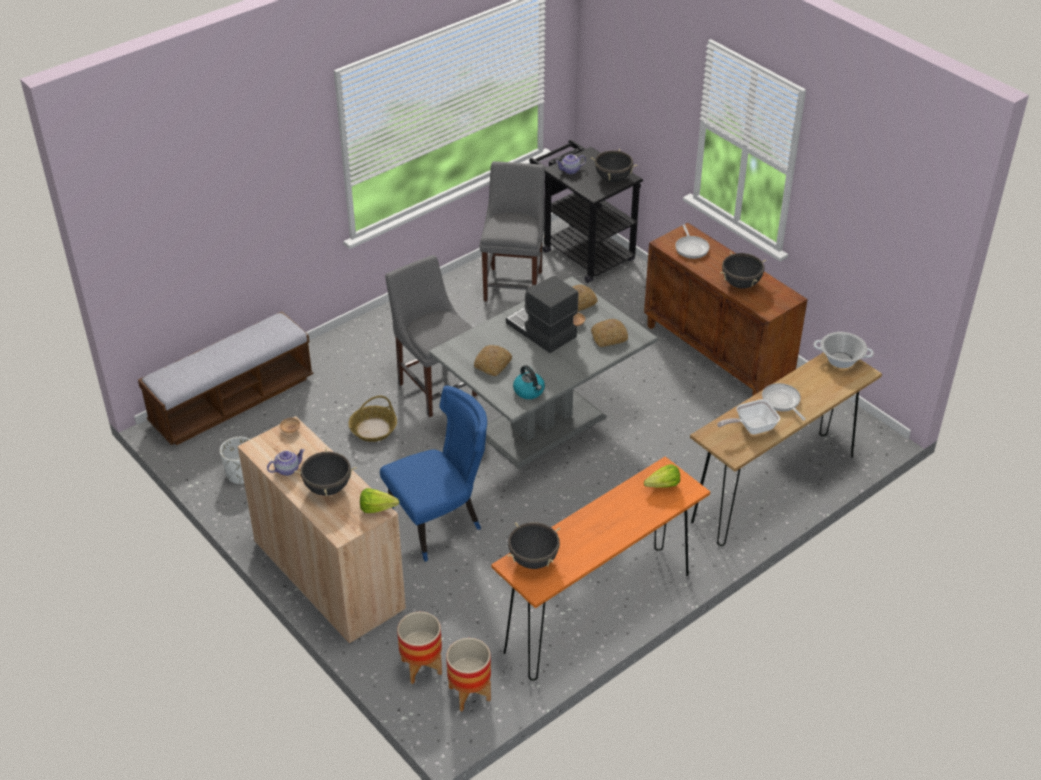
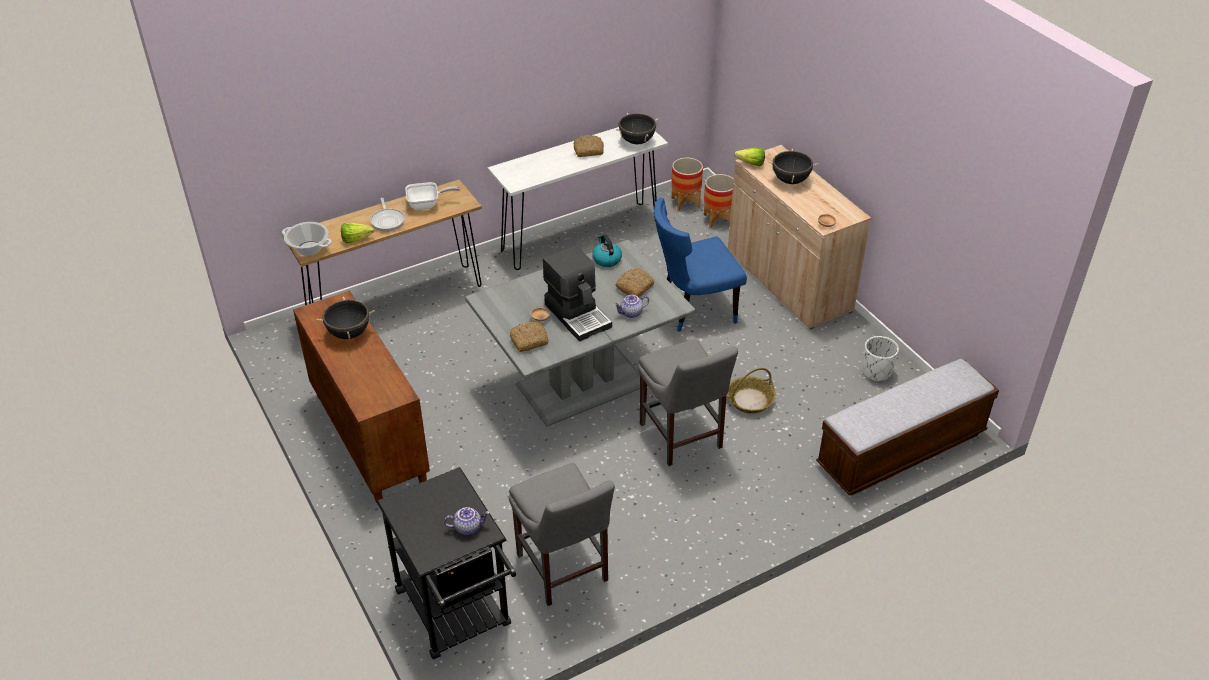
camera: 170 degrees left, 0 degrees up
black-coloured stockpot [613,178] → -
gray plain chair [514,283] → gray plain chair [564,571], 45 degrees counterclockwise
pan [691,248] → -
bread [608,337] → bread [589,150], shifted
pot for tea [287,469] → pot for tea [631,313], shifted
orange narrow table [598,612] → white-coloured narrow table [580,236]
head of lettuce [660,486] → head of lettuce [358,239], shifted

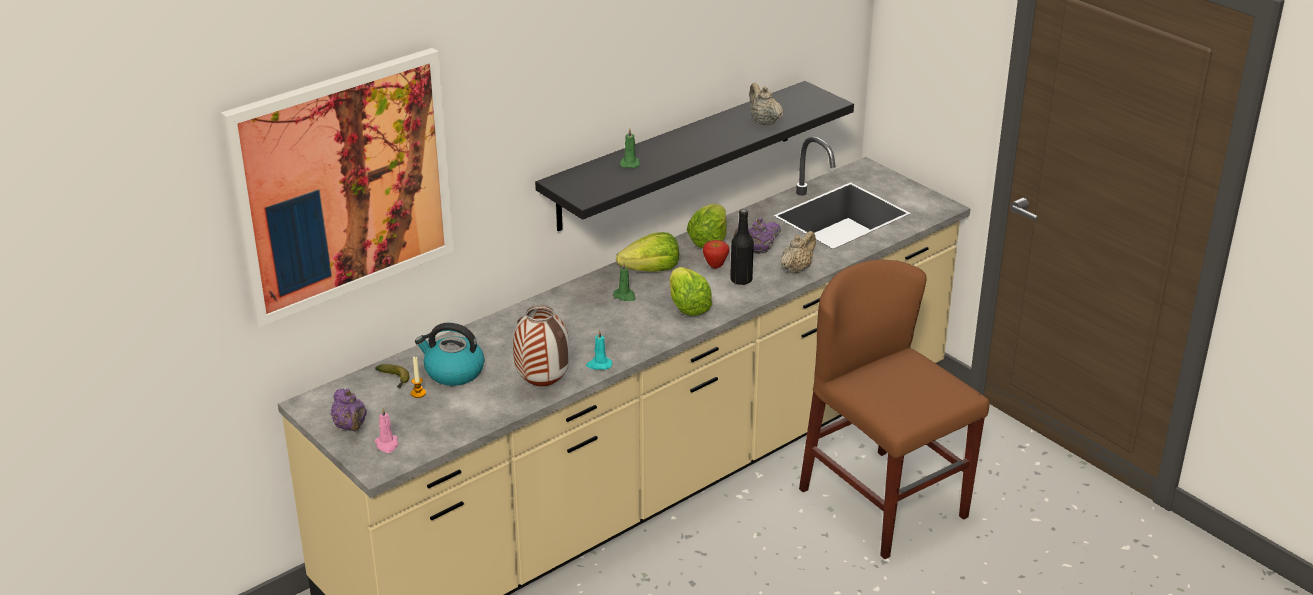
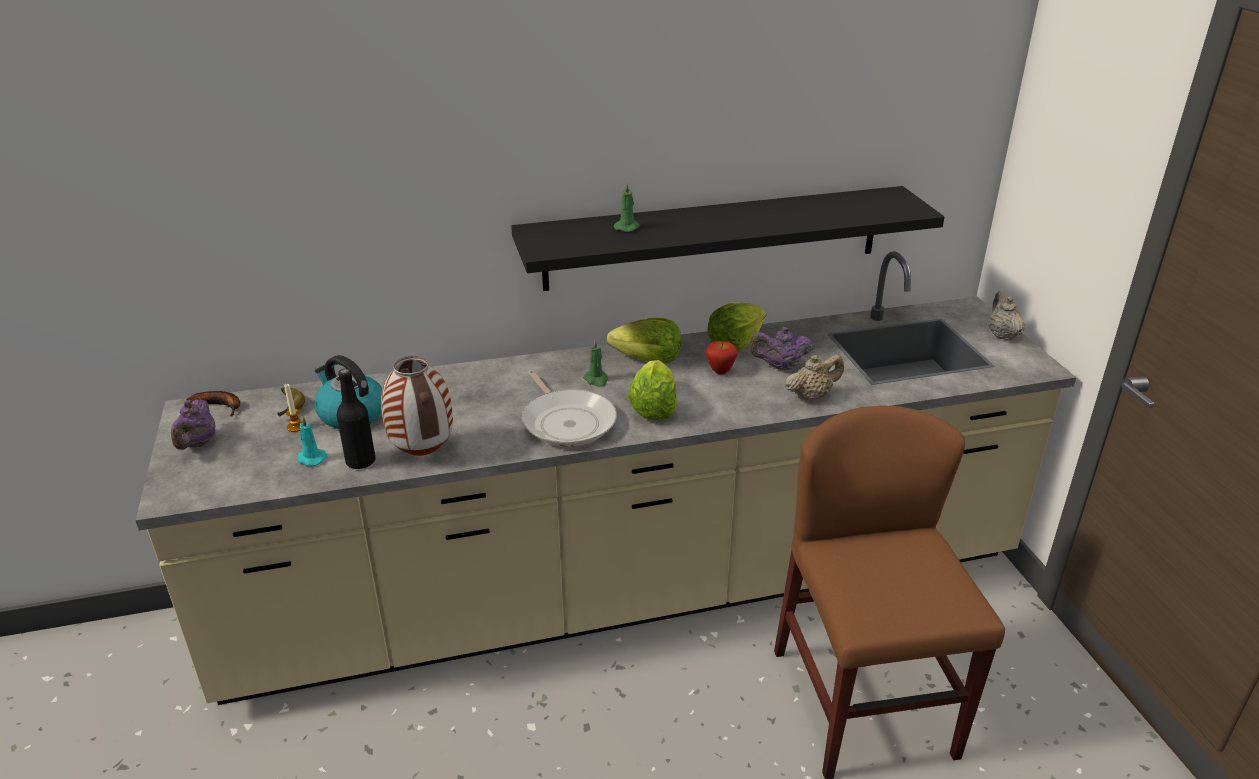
camera: 25 degrees right, 0 degrees up
wall picture [343,184] → -
sand-coloured pot for tea [763,121] → sand-coloured pot for tea [1001,335], shifted
black-coloured drink bottle [741,280] → black-coloured drink bottle [360,461], shifted
turquoise wax candle [599,365] → turquoise wax candle [311,458], shifted
pinkish wax candle [387,445] → -
- → pan [567,421]
- → banana [221,405]

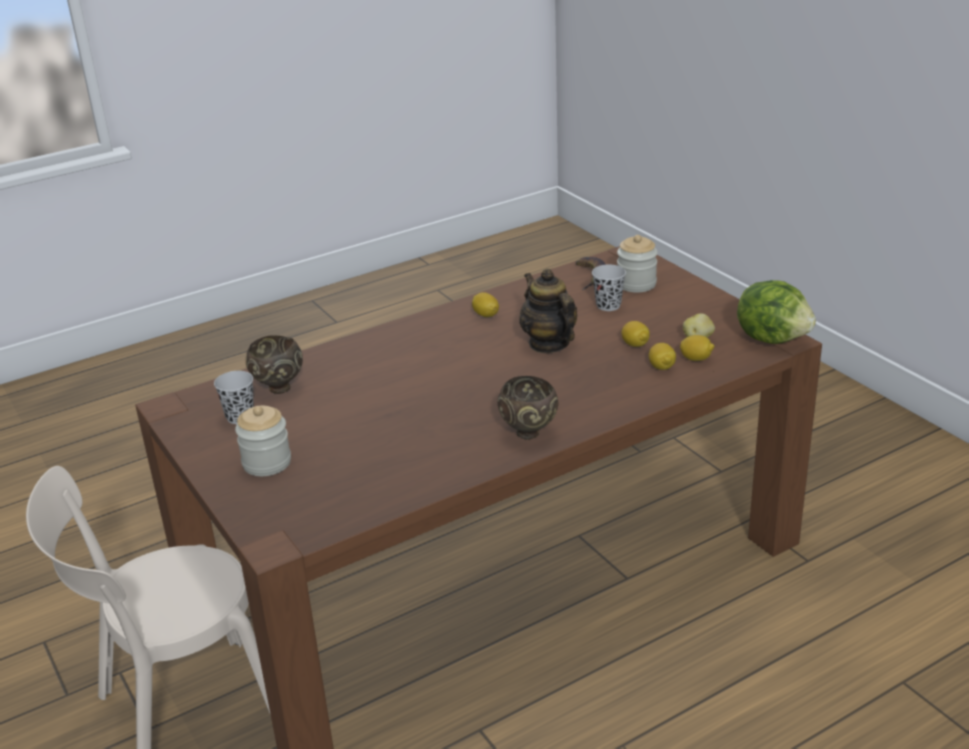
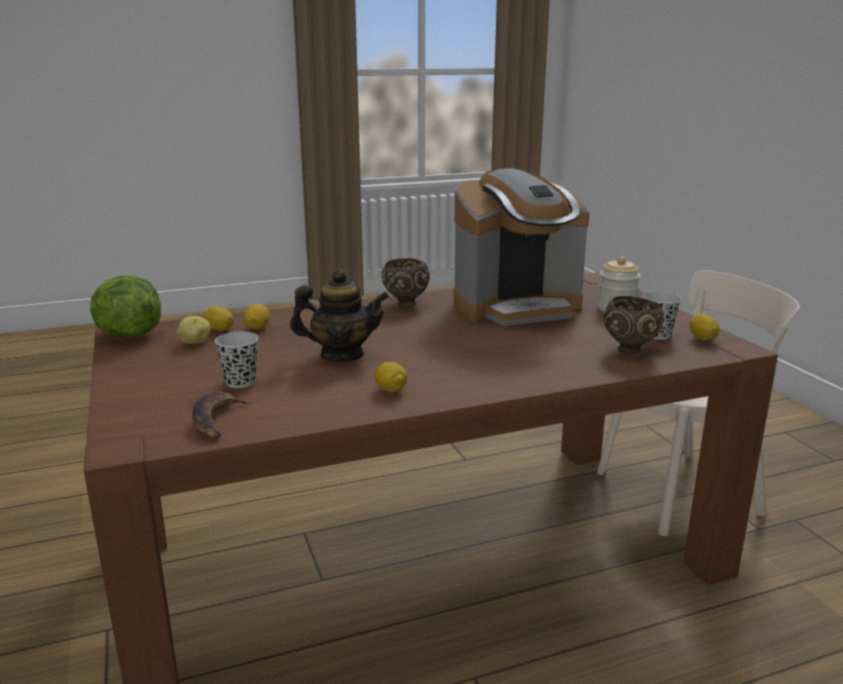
camera: 170 degrees left, 10 degrees down
jar [636,284] → -
pot for tea [548,343] → pot for tea [341,355], 75 degrees counterclockwise
lemon [635,344] → lemon [702,338], shifted
- → coffee maker [517,307]

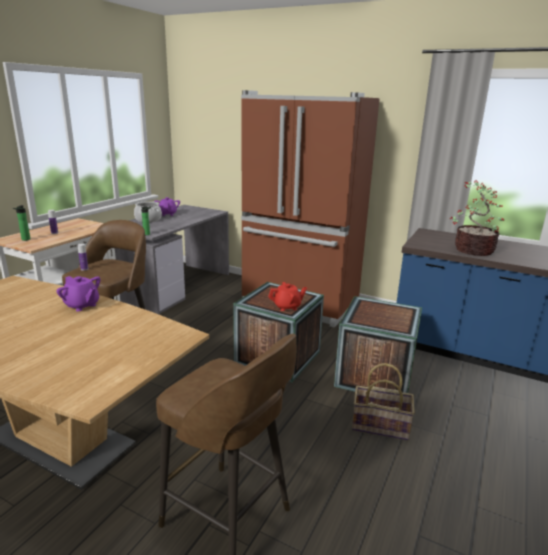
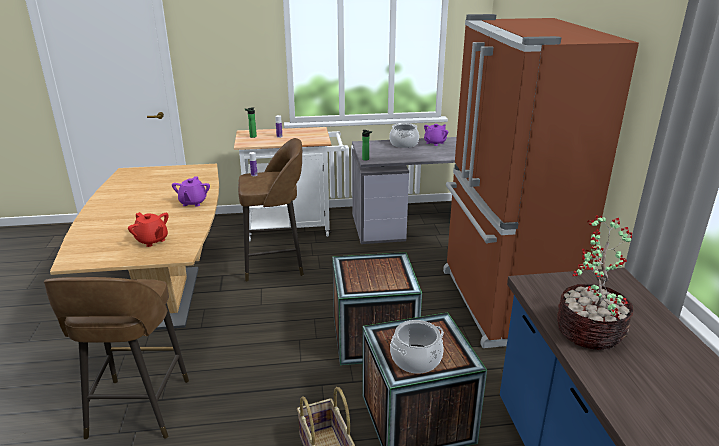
camera: 55 degrees right, 5 degrees up
red pot for tea [287,307] → red pot for tea [152,240], shifted
- → stockpot [415,359]

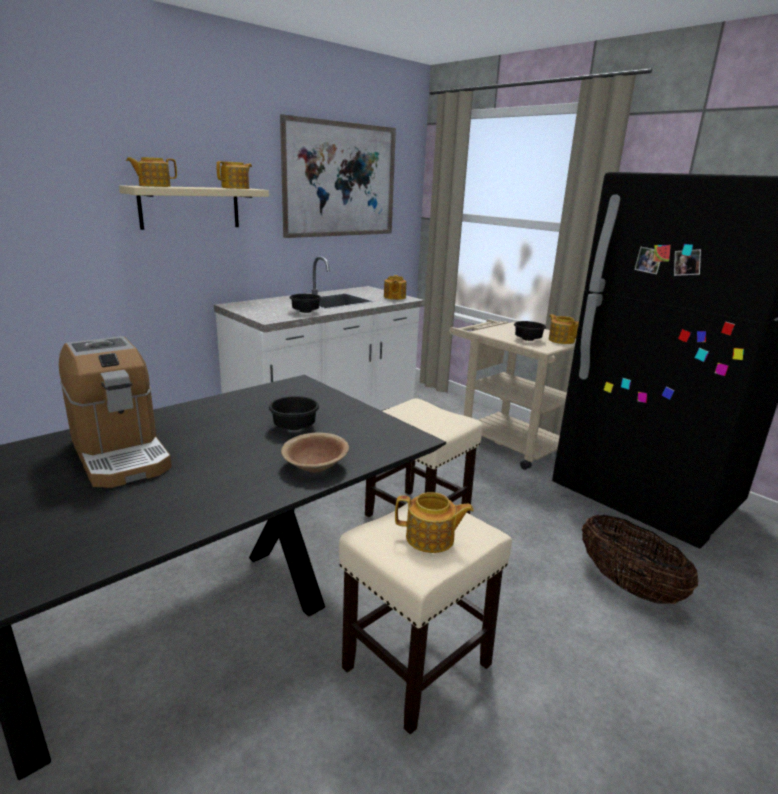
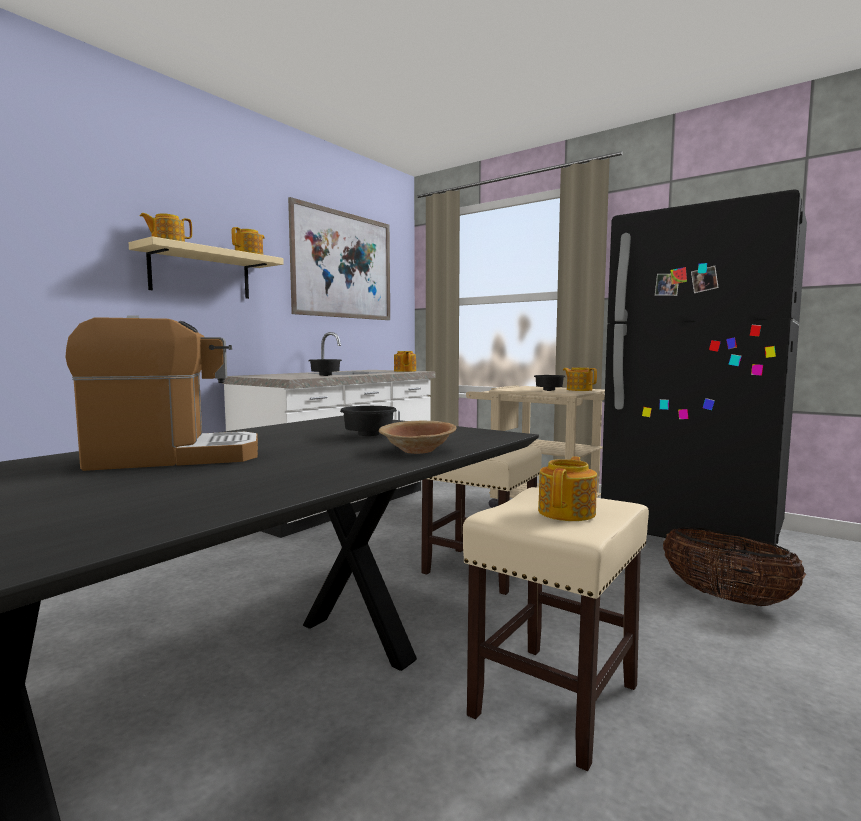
camera: 10 degrees left, 15 degrees down
coffee maker [120,454] → coffee maker [174,457], 60 degrees counterclockwise
pot for tea [431,538] → pot for tea [567,512], 60 degrees counterclockwise

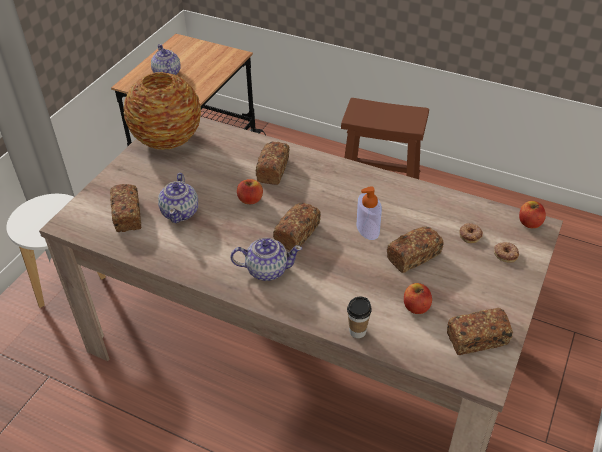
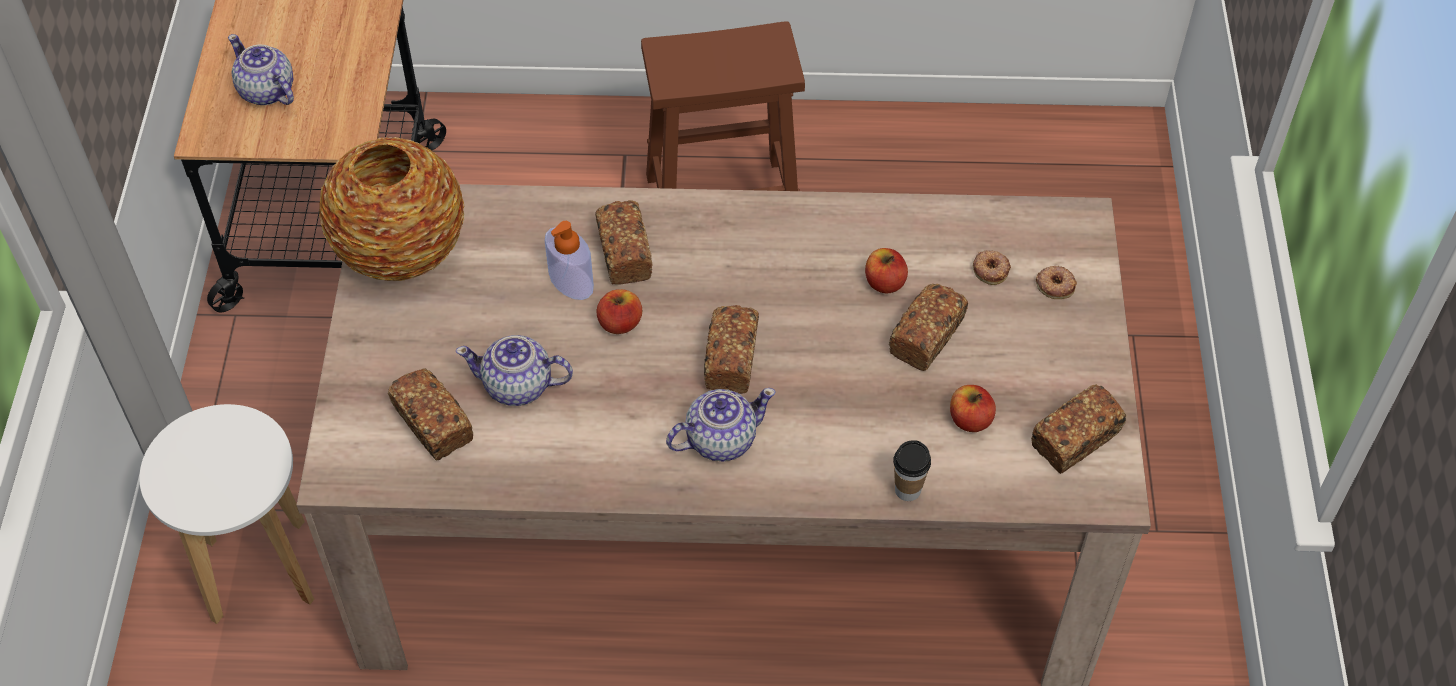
camera: 25 degrees left, 10 degrees up
pot for tea [180,212] → pot for tea [518,386], 120 degrees clockwise
soap dispenser [368,228] → soap dispenser [571,281], shifted
whole apple [529,223] → whole apple [884,282], shifted

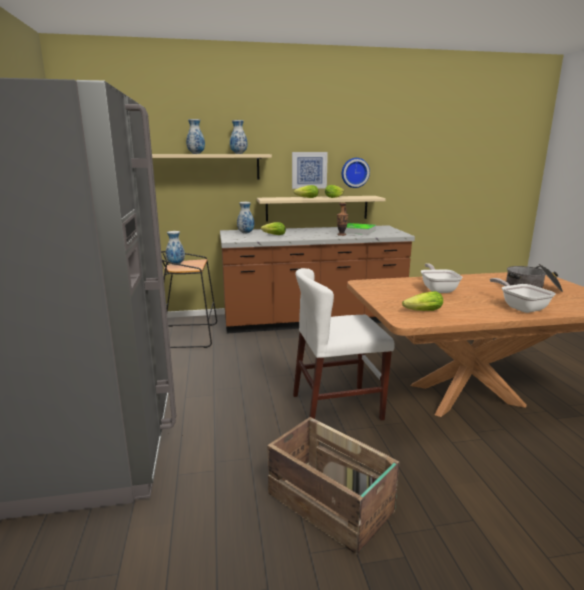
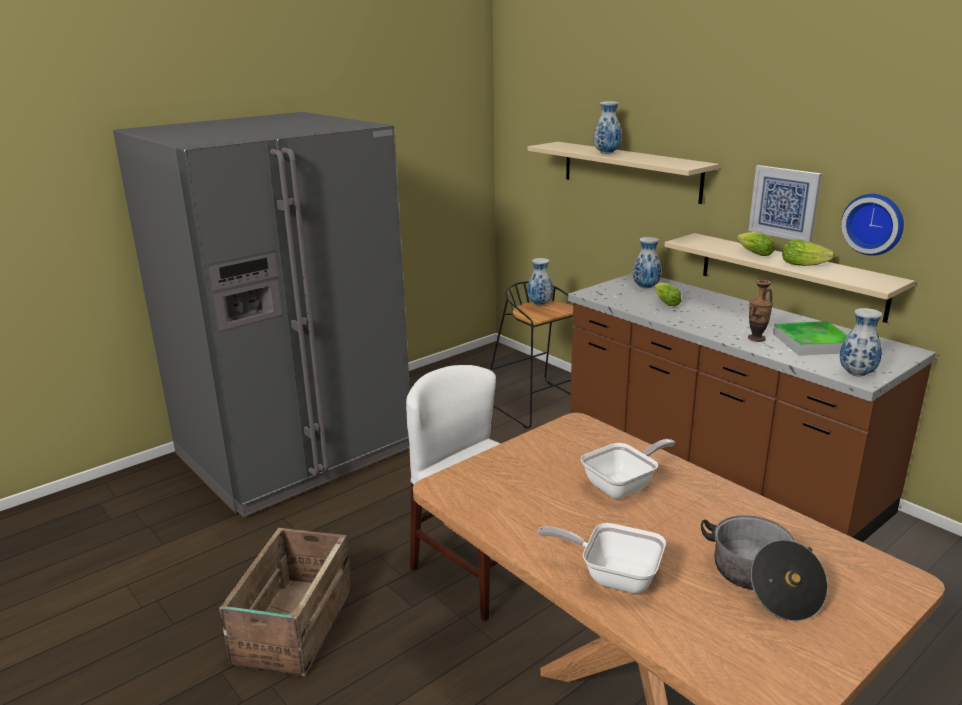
camera: 60 degrees right, 5 degrees up
decorative vase [239,154] → decorative vase [857,374], shifted
pan [520,307] → pan [613,576], 105 degrees counterclockwise
head of lettuce [421,311] → -

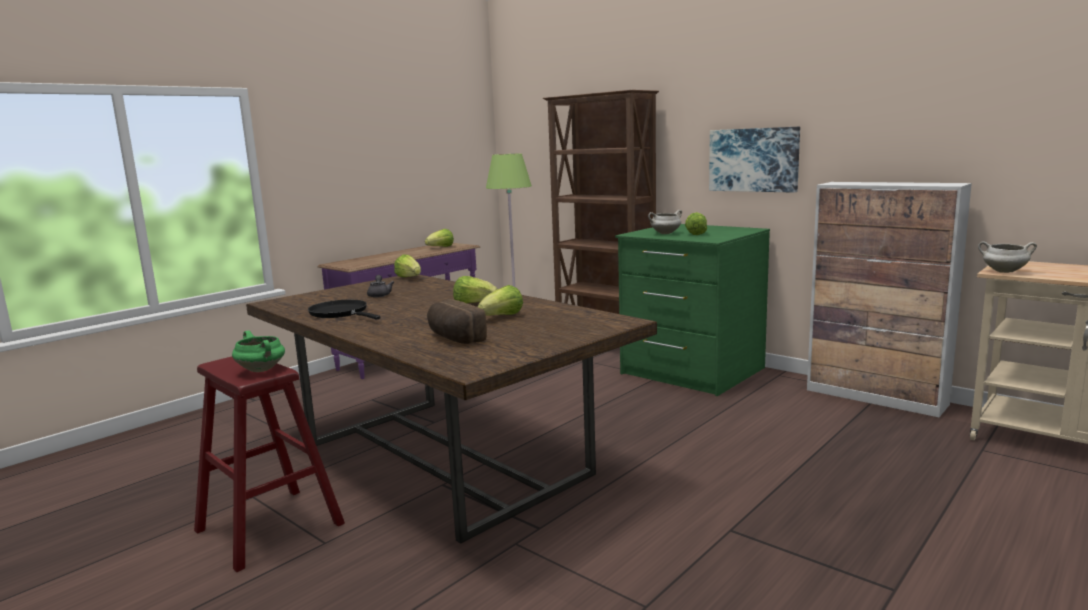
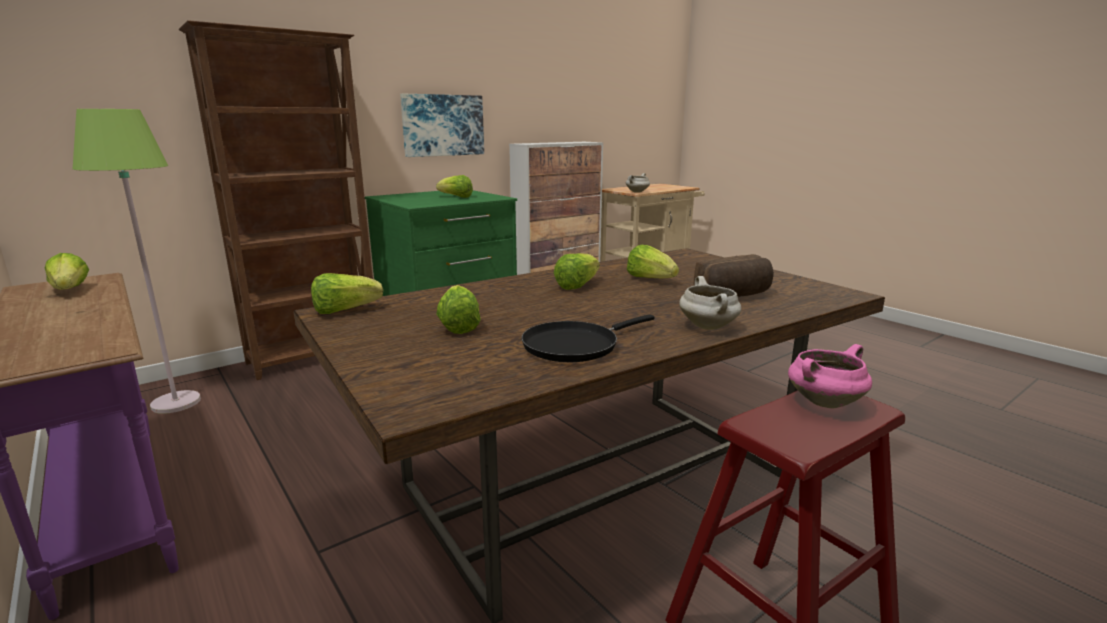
camera: 80 degrees left, 5 degrees up
white-coloured stockpot [665,233] → white-coloured stockpot [709,327], shifted
gray pot for tea [379,295] → head of lettuce [459,326]
green-coloured stockpot [262,370] → pinkish stockpot [824,402]

